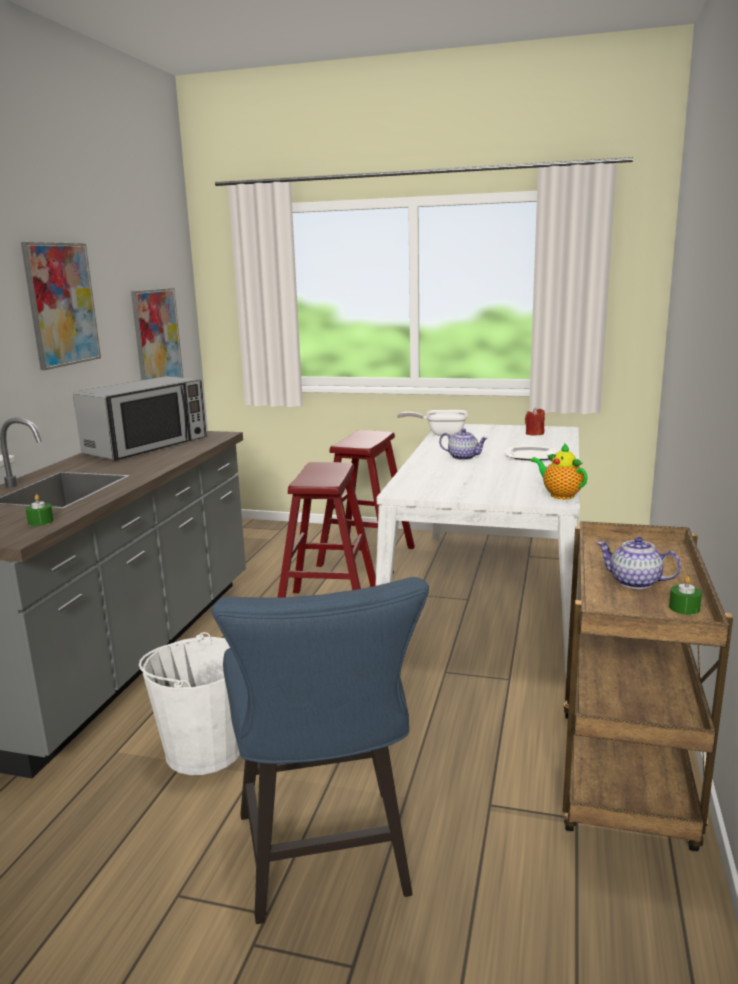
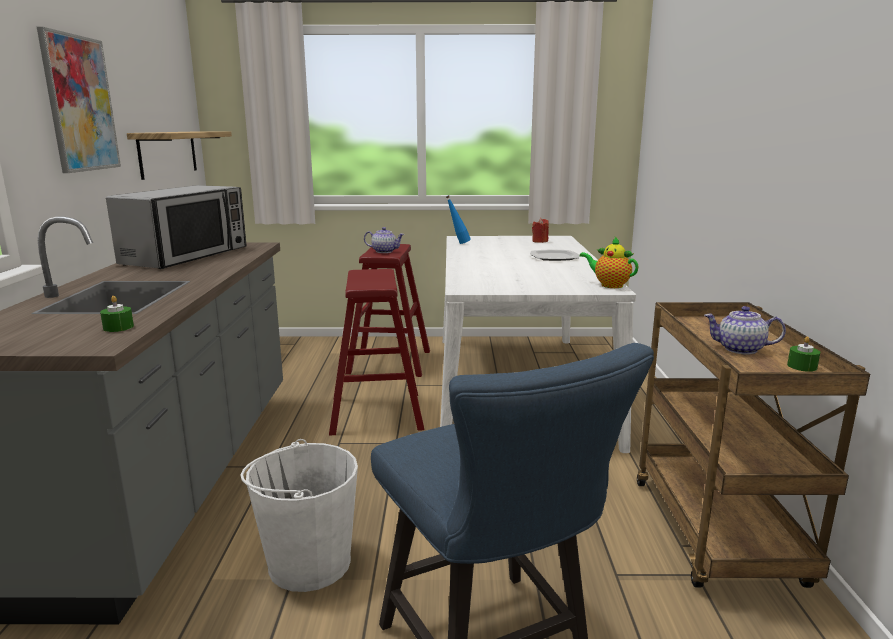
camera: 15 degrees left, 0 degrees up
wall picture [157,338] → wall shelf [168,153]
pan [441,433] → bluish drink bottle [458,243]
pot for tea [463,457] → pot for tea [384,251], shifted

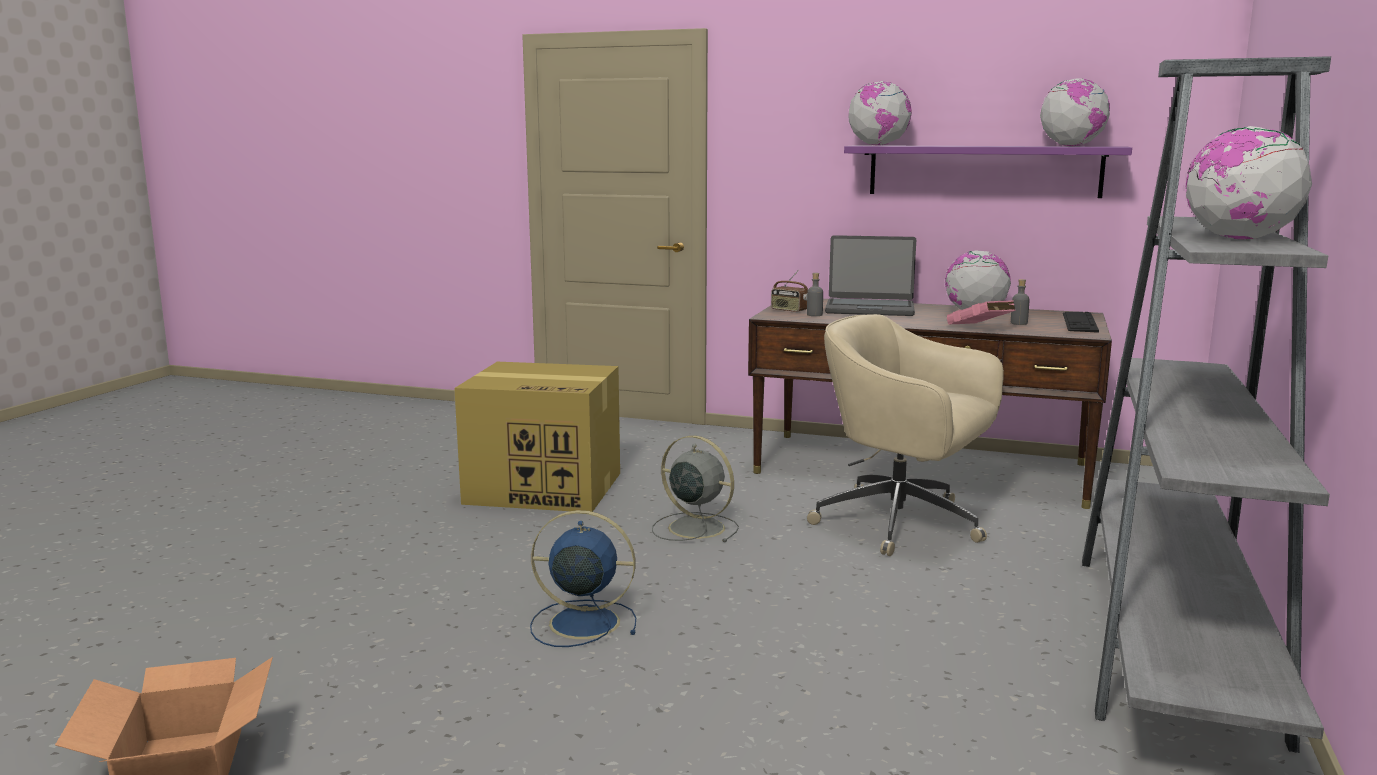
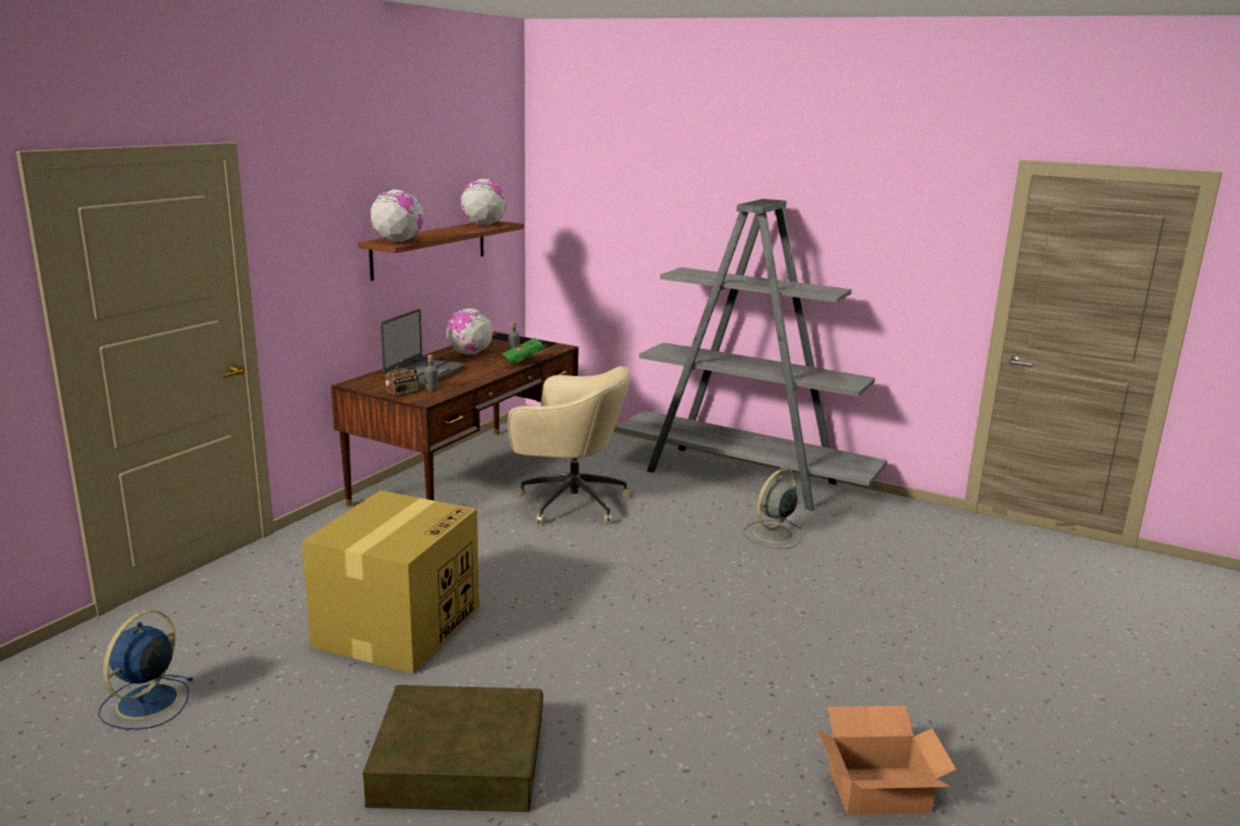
camera: 80 degrees left, 5 degrees up
globe [1239,239] → -
purple wall shelf [983,171] → brown-coloured wall shelf [430,248]
pinkish book [981,329] → green-coloured book [525,362]
sand-coloured desk chair [903,524] → sand-coloured desk chair [569,502], 120 degrees counterclockwise
gray fan [694,527] → gray fan [772,534], shifted
bluish fan [581,623] → bluish fan [146,703], shifted
- → brown-coloured storage bin [459,760]

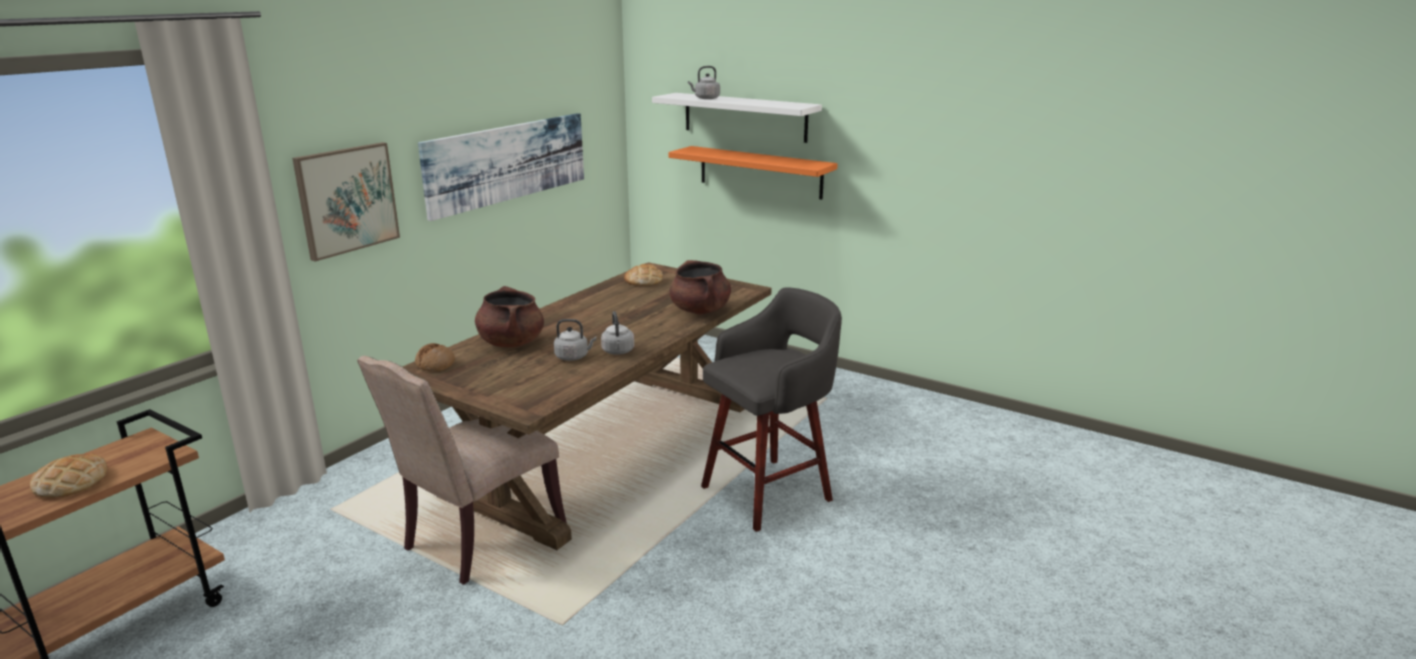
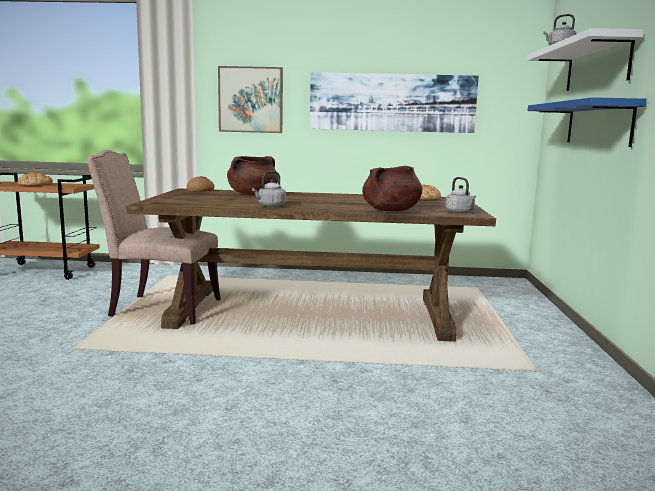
camera: 60 degrees right, 10 degrees down
orange wall shelf [760,172] → bluish wall shelf [598,123]
gray stool [770,492] → -
gray water kettle [573,357] → gray water kettle [460,212], shifted

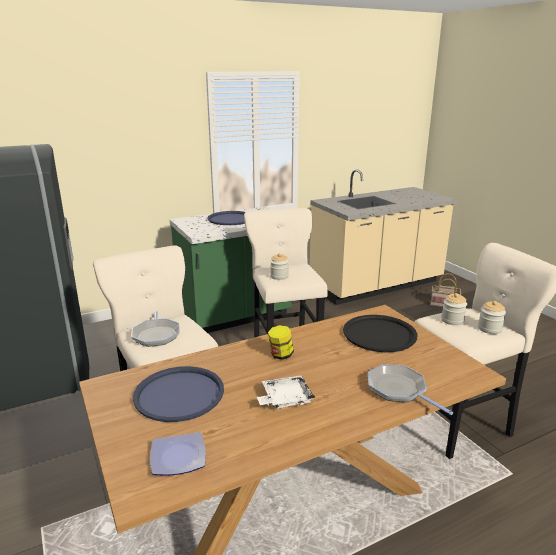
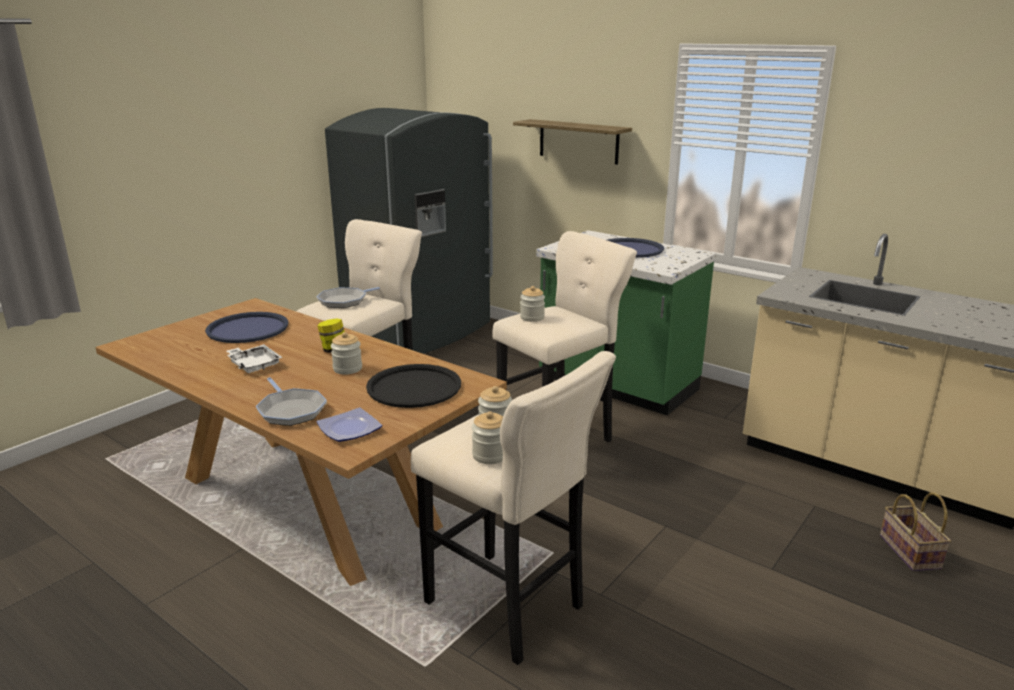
camera: 65 degrees right, 0 degrees up
pan [399,390] → pan [290,410], 120 degrees clockwise
dinner plate [179,456] → dinner plate [351,429], shifted
- → wall shelf [578,141]
- → jar [347,369]

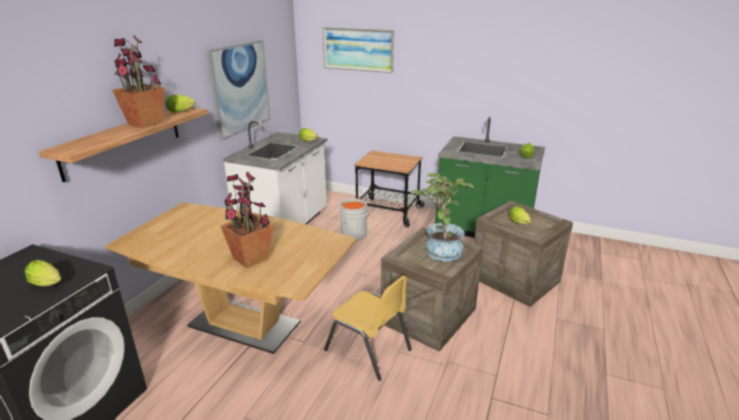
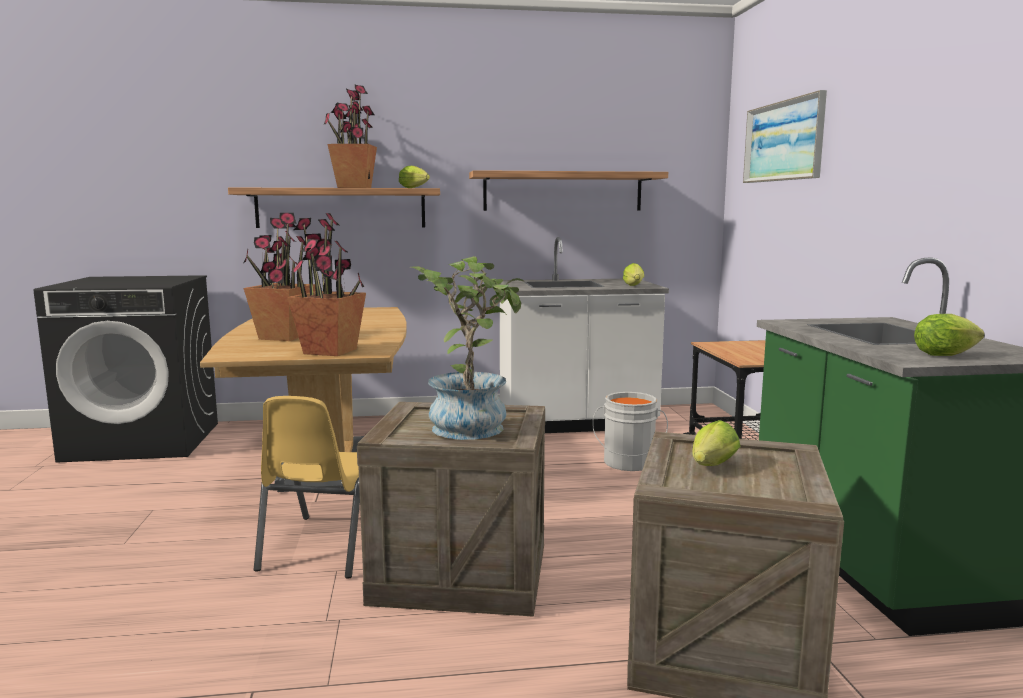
camera: 60 degrees right, 15 degrees down
wall picture [240,88] → wall shelf [563,191]
head of lettuce [48,284] → -
- → potted plant [330,351]

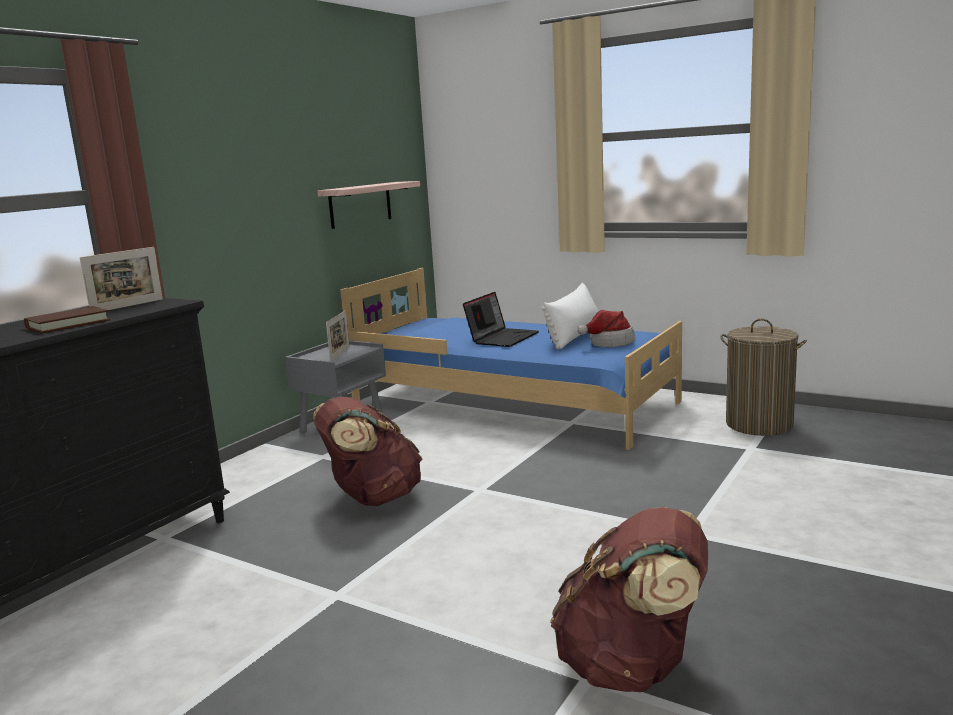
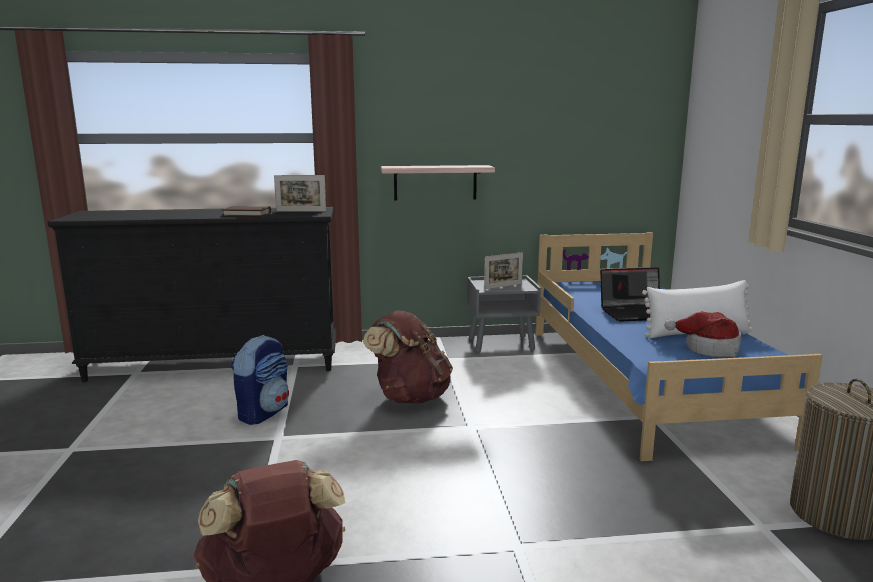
camera: 50 degrees right, 0 degrees up
wall shelf [360,204] → wall shelf [435,182], shifted
- → knapsack [263,412]

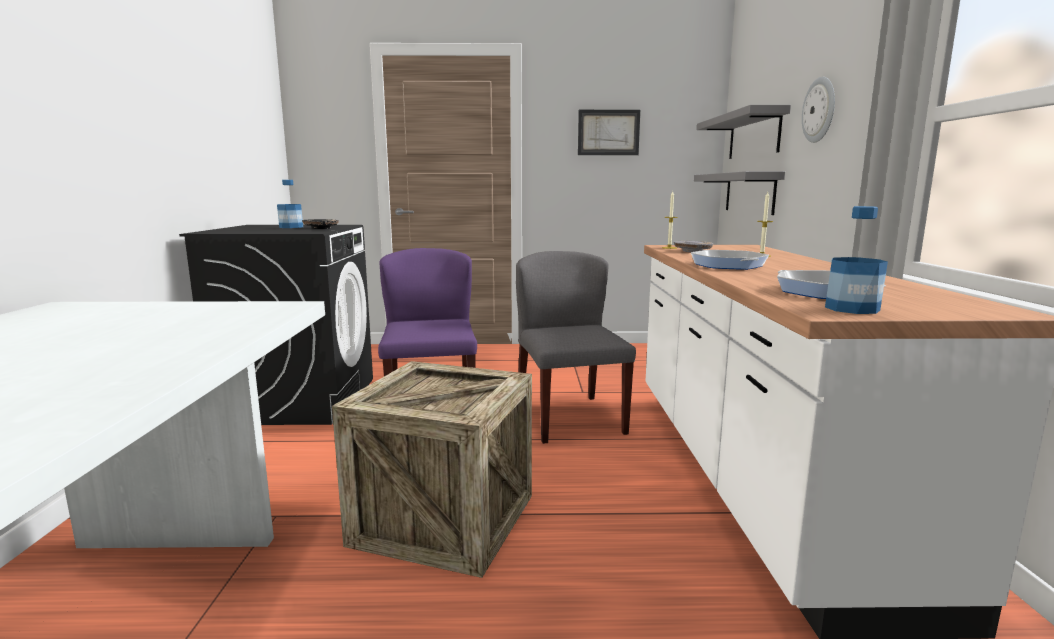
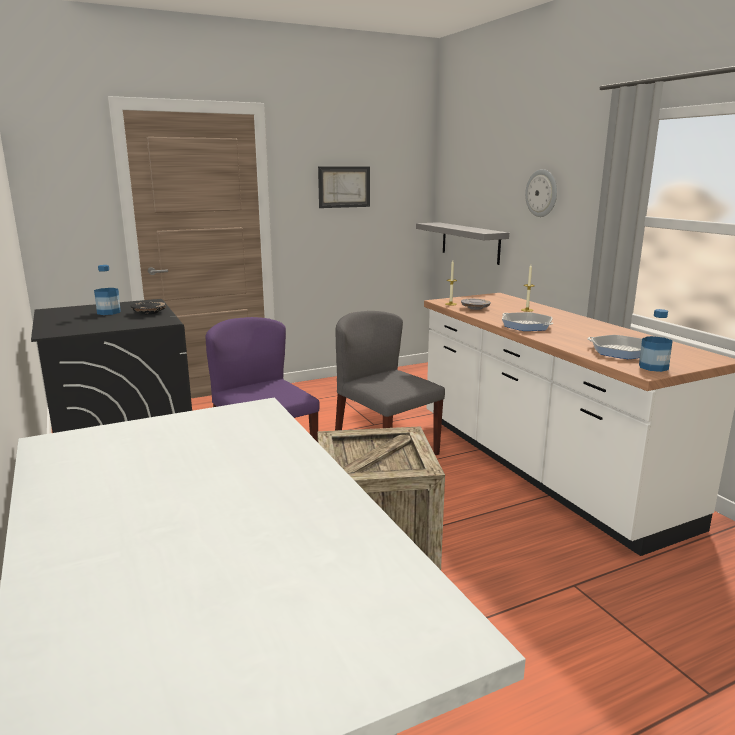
camera: 25 degrees left, 5 degrees up
gray wall shelf [754,135] → -

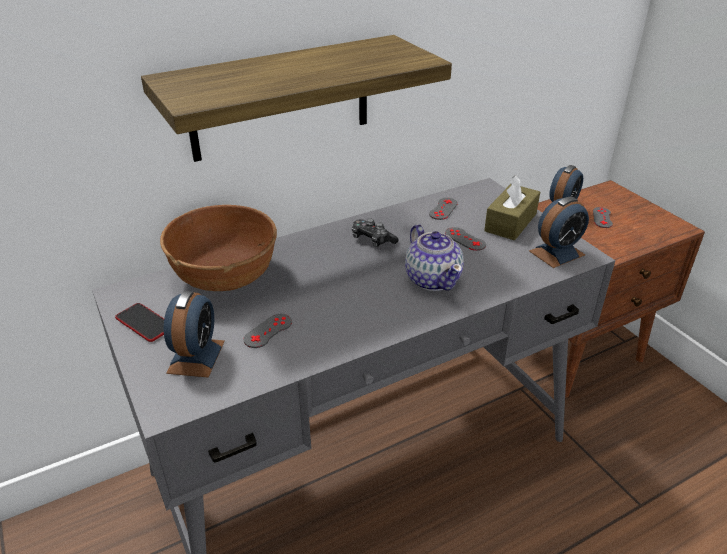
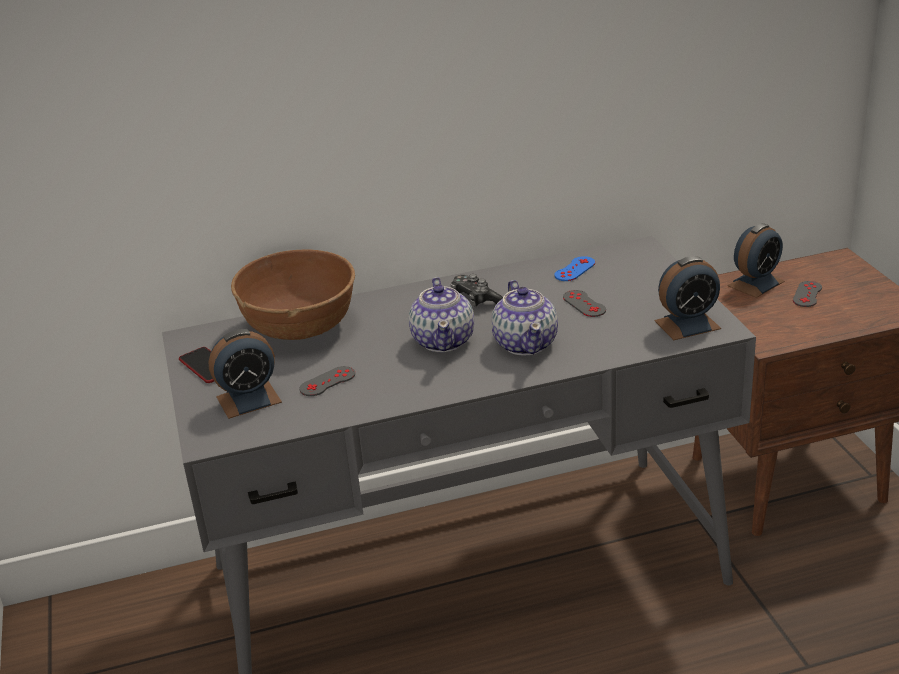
camera: 15 degrees right, 5 degrees down
wall shelf [281,98] → -
brown-coloured tissue box [510,222] → -
gray gamepad [443,209] → bluish gamepad [574,269]
table clock [196,356] → table clock [248,399], 45 degrees clockwise
- → pot for tea [444,340]

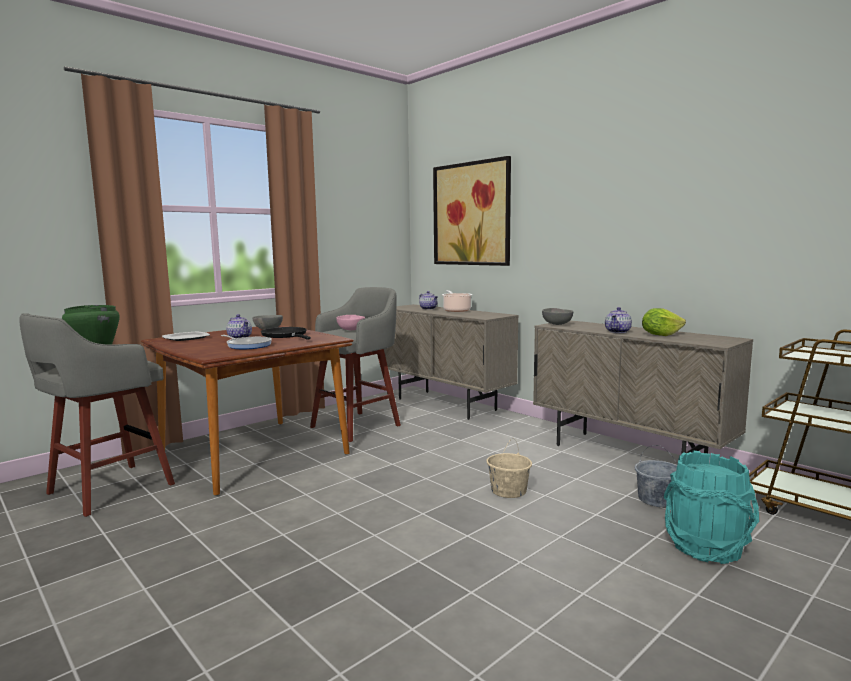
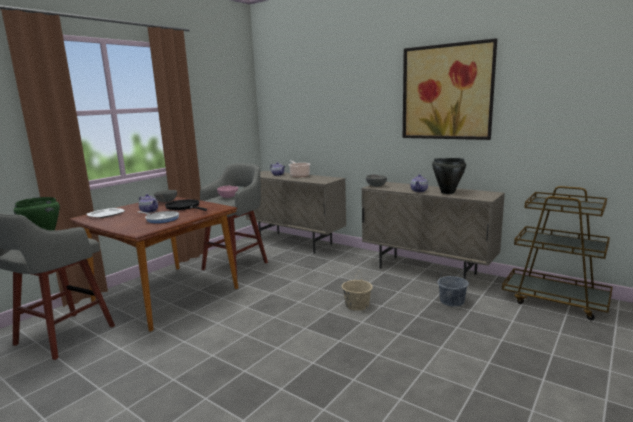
camera: 10 degrees left, 5 degrees up
wall picture [471,214] → wall picture [446,92], shifted
head of lettuce [660,335] → black-coloured stockpot [447,192]
turquoise water bucket [706,547] → -

